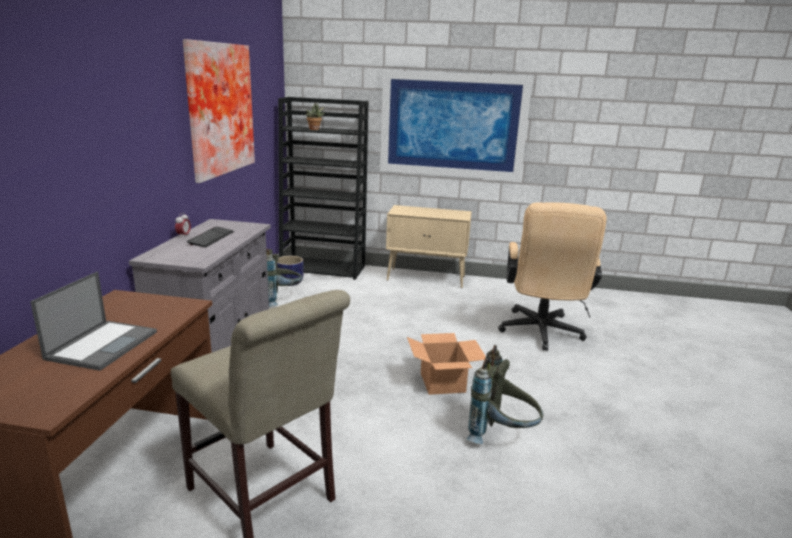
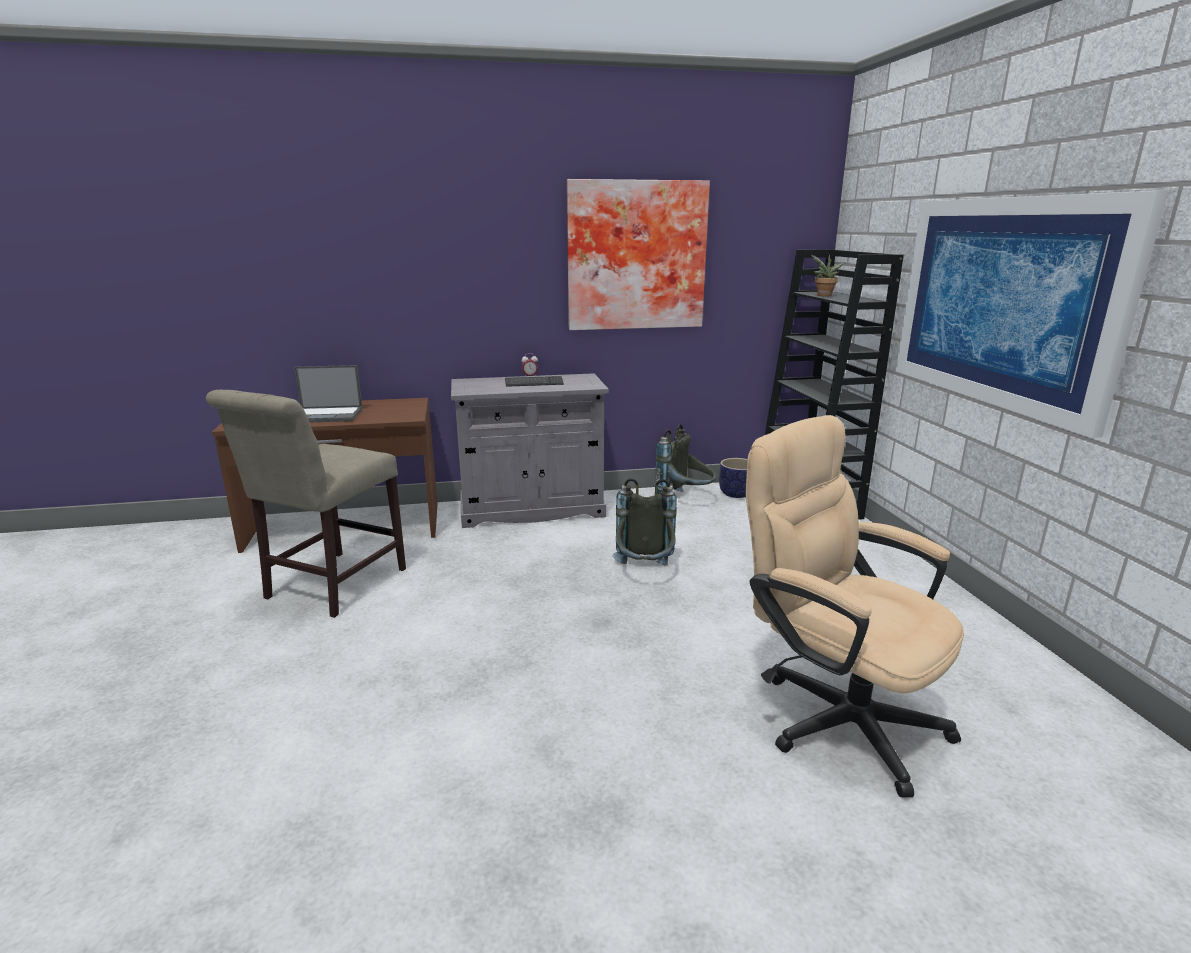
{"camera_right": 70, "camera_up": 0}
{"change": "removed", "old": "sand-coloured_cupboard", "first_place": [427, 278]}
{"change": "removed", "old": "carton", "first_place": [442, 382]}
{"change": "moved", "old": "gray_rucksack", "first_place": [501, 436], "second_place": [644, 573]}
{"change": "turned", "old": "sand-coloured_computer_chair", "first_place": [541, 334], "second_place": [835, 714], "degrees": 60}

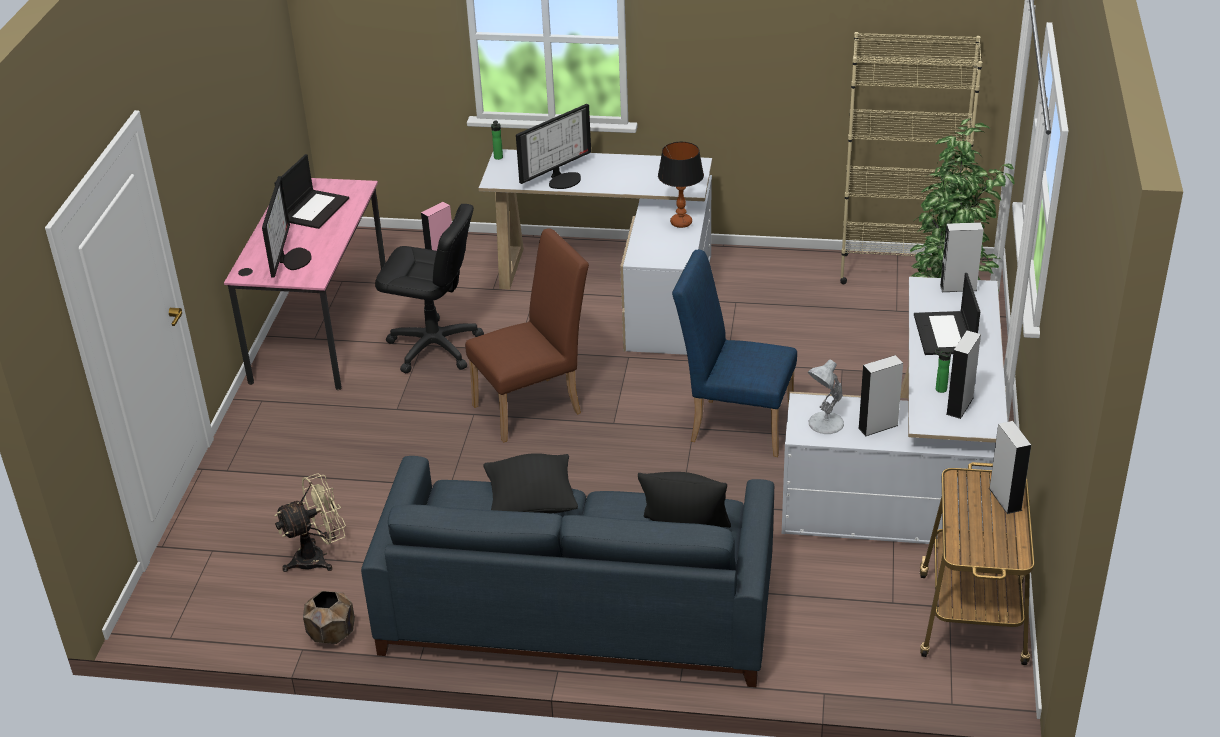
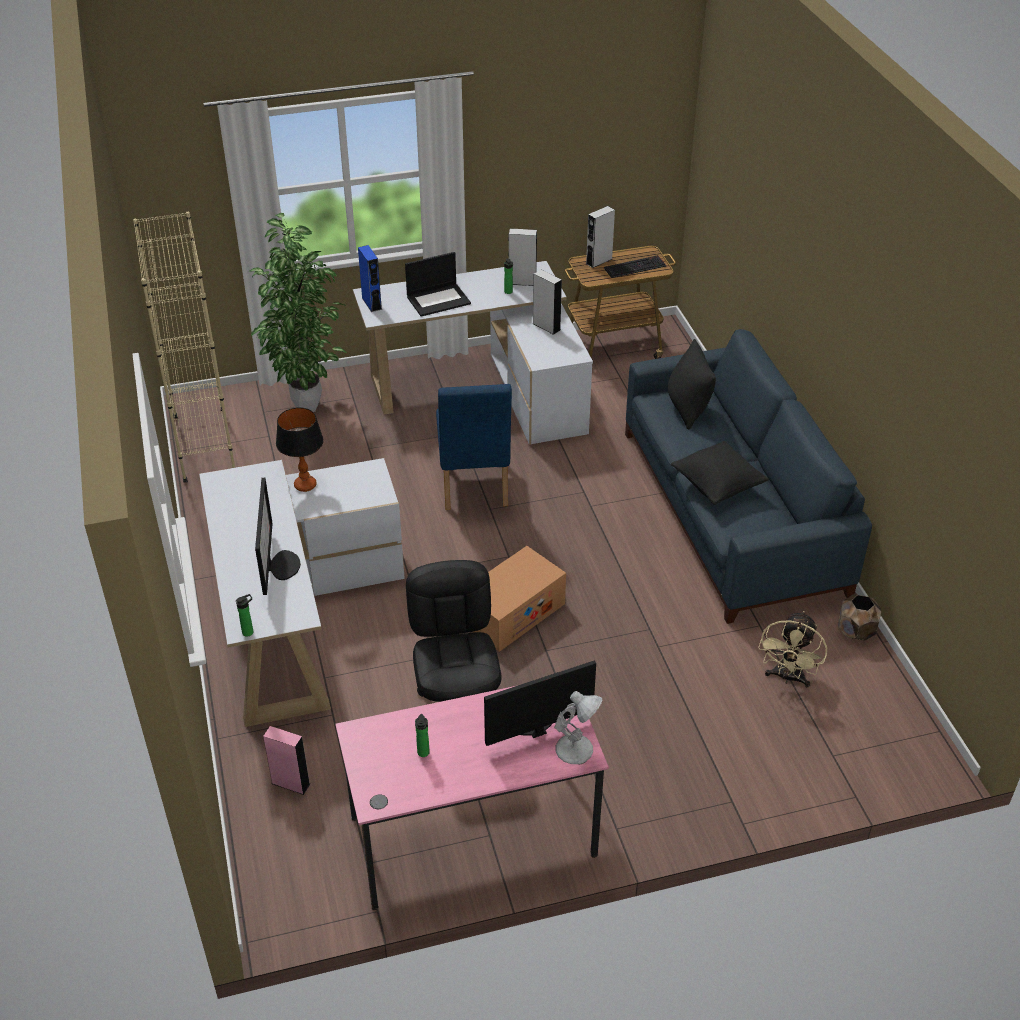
{"camera_right": -115, "camera_up": 5}
{"change": "added", "new": "PC_keyboard", "second_place": [635, 266]}
{"change": "moved", "old": "white-coloured_lamp_for_a_table", "first_place": [825, 424], "second_place": [576, 749]}
{"change": "replaced", "old": "laptop", "new": "beverage_bottle", "first_place": [315, 209], "second_place": [423, 754]}
{"change": "replaced", "old": "brownish_chair", "new": "carton", "first_place": [534, 406], "second_place": [513, 613]}
{"change": "recoloured", "old": "gray_audio_speaker", "new": "blue_audio_speaker", "first_place": [958, 287], "second_place": [371, 303]}
{"change": "turned", "old": "sand-coloured_cooling_fan", "first_place": [318, 557], "second_place": [787, 677], "degrees": -105}
{"change": "turned", "old": "computer_display", "first_place": [562, 179], "second_place": [280, 565], "degrees": 60}

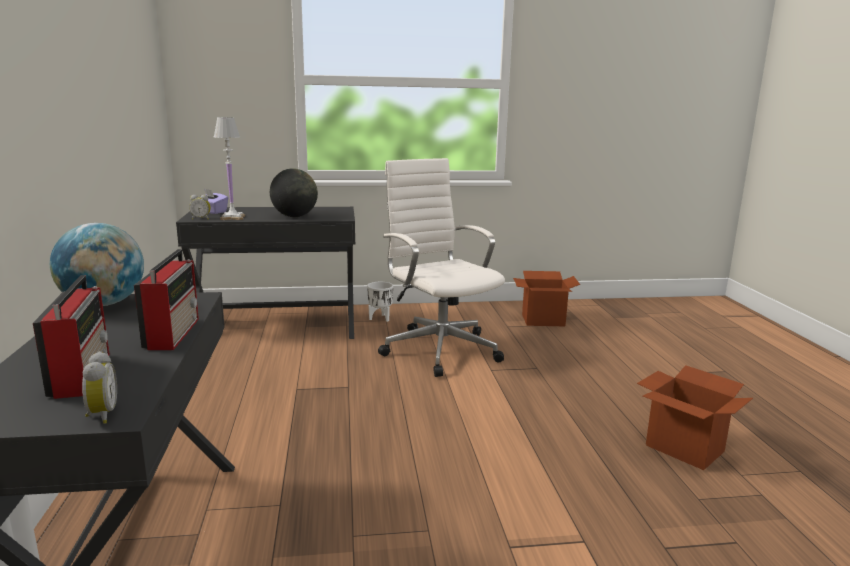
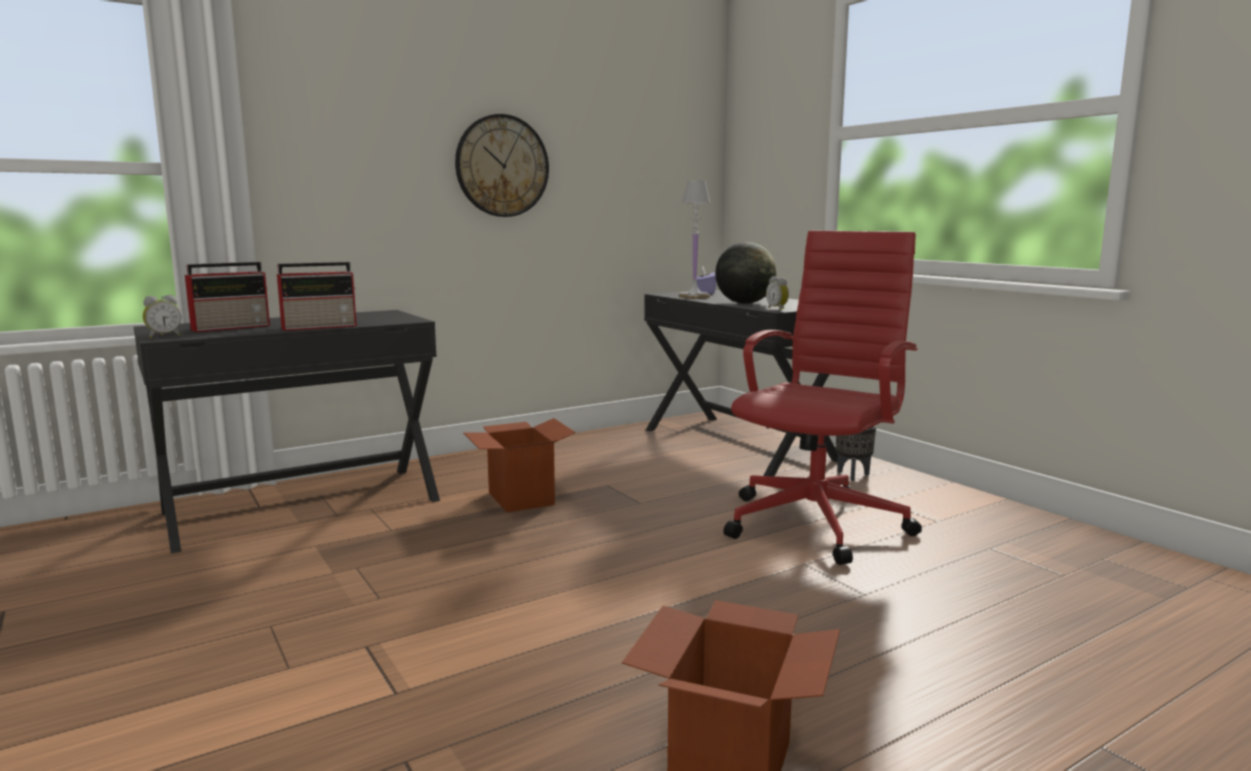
{"camera_right": 65, "camera_up": -5}
{"change": "removed", "old": "globe", "first_place": [103, 304]}
{"change": "added", "new": "wall_clock", "second_place": [502, 166]}
{"change": "moved", "old": "table_clock", "first_place": [201, 219], "second_place": [778, 309]}
{"change": "moved", "old": "carton", "first_place": [542, 320], "second_place": [520, 498]}
{"change": "recoloured", "old": "white-coloured_planter", "new": "blackish_planter", "first_place": [380, 318], "second_place": [853, 475]}
{"change": "recoloured", "old": "white-coloured_computer_chair", "new": "reddish_computer_chair", "first_place": [439, 349], "second_place": [818, 522]}

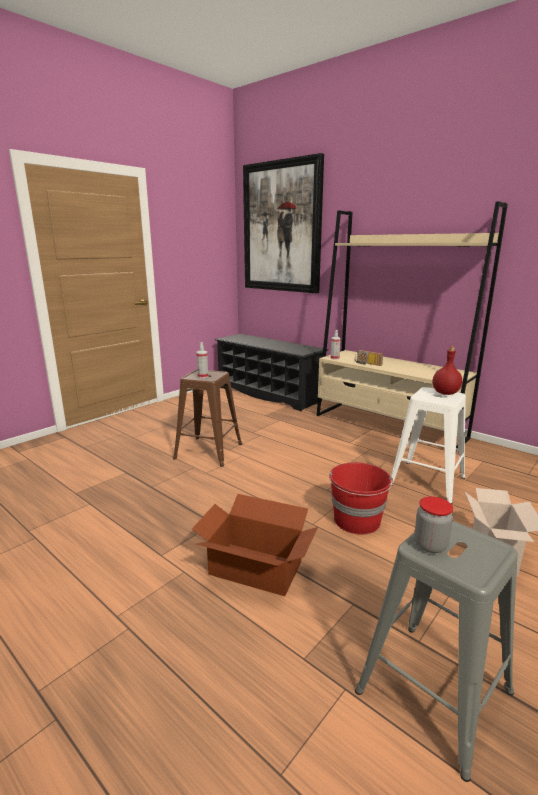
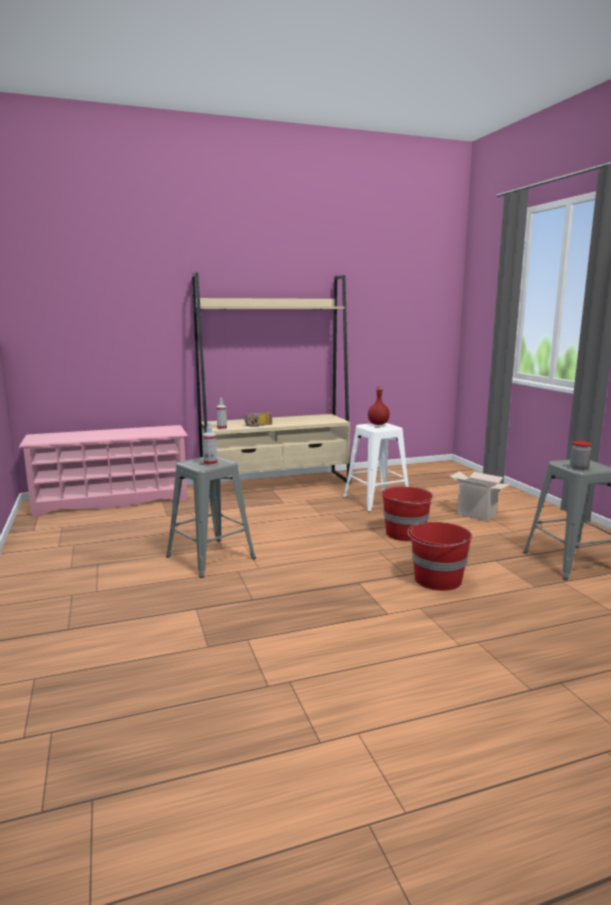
{"camera_right": -60, "camera_up": -5}
{"change": "removed", "old": "wall_picture", "first_place": [281, 228]}
{"change": "replaced", "old": "carton", "new": "reddish_pail", "first_place": [255, 569], "second_place": [437, 580]}
{"change": "recoloured", "old": "brownish_stool_seat", "new": "gray_stool_seat", "first_place": [209, 451], "second_place": [211, 557]}
{"change": "recoloured", "old": "blackish_shoe_stand", "new": "pink-coloured_shoe_stand", "first_place": [268, 394], "second_place": [112, 500]}

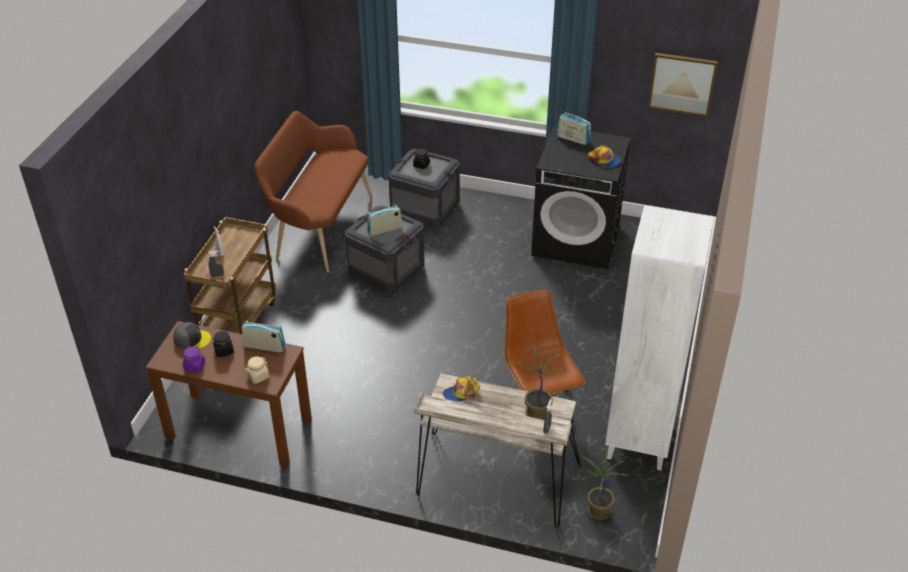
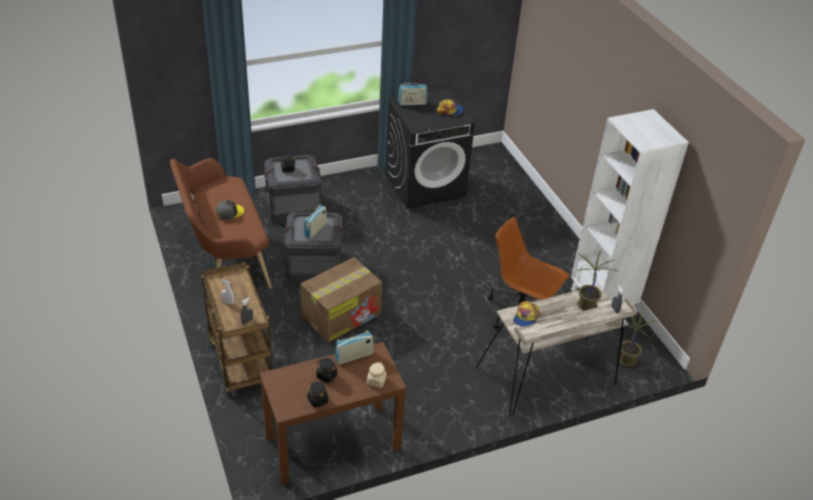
{"camera_right": -40, "camera_up": 0}
{"change": "removed", "old": "wall_picture", "first_place": [682, 83]}
{"change": "added", "new": "carton", "second_place": [342, 315]}
{"change": "moved", "old": "gray_cap", "first_place": [192, 339], "second_place": [229, 212]}
{"change": "recoloured", "old": "purplish_storage_jar", "new": "blackish_storage_jar", "first_place": [194, 366], "second_place": [317, 400]}

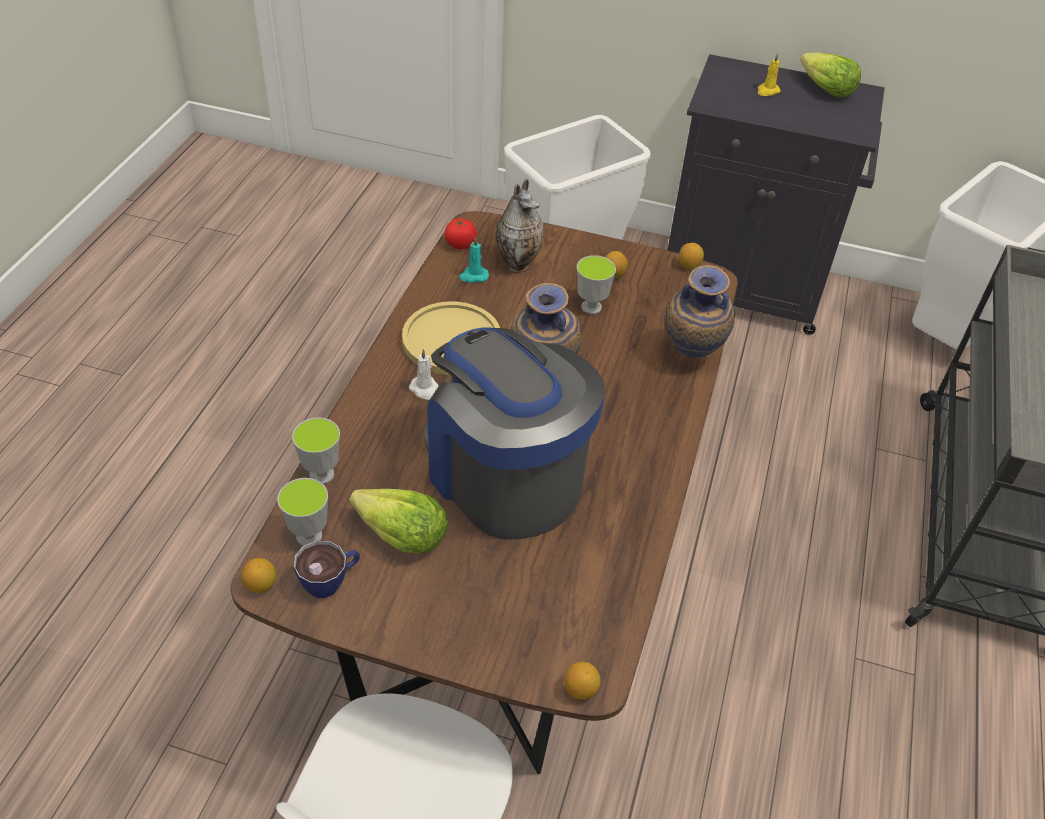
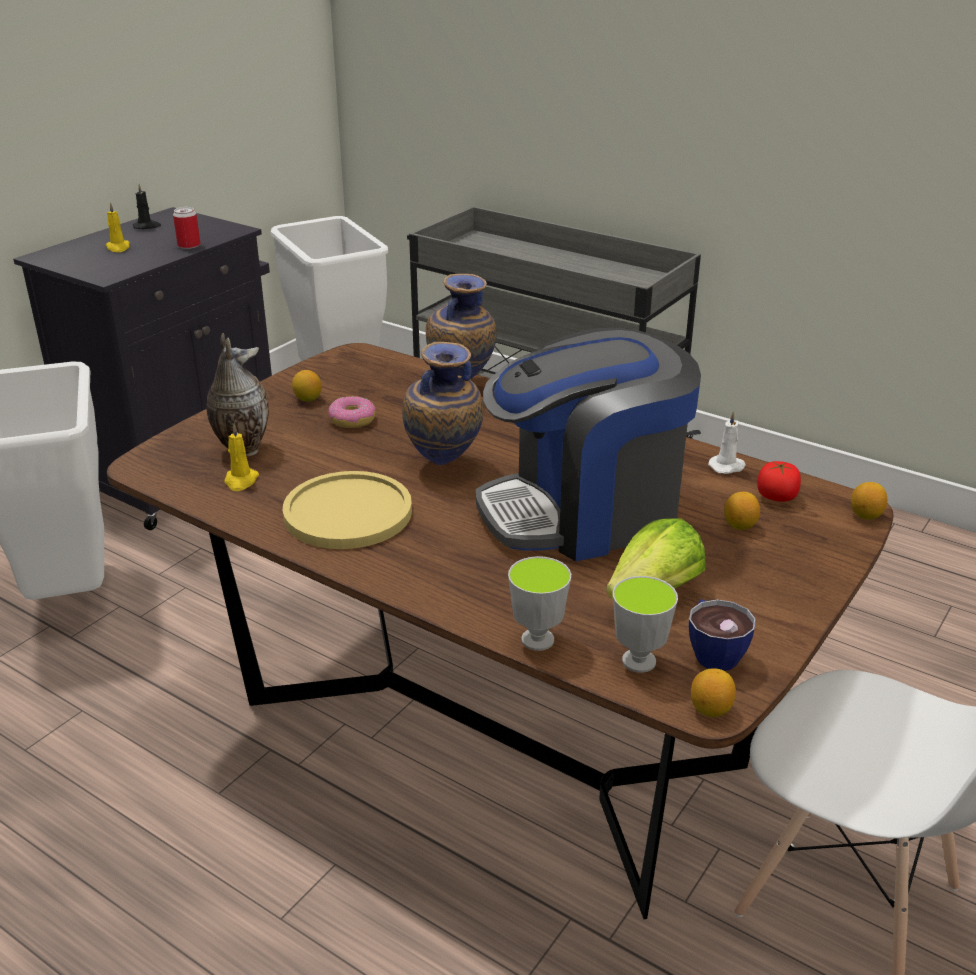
{"camera_right": -70, "camera_up": -15}
{"change": "added", "new": "can", "second_place": [189, 245]}
{"change": "moved", "old": "white-coloured_wax_candle", "first_place": [425, 390], "second_place": [727, 466]}
{"change": "moved", "old": "tomato", "first_place": [460, 244], "second_place": [776, 497]}
{"change": "moved", "old": "whole_lemon", "first_place": [689, 265], "second_place": [739, 525]}
{"change": "replaced", "old": "drinking_cup", "new": "ring_doughnut", "first_place": [591, 307], "second_place": [352, 420]}
{"change": "replaced", "old": "lettuce", "new": "blackish_wax_candle", "first_place": [825, 89], "second_place": [147, 226]}
{"change": "recoloured", "old": "blue-green_wax_candle", "new": "yellowish_wax_candle", "first_place": [473, 276], "second_place": [241, 481]}

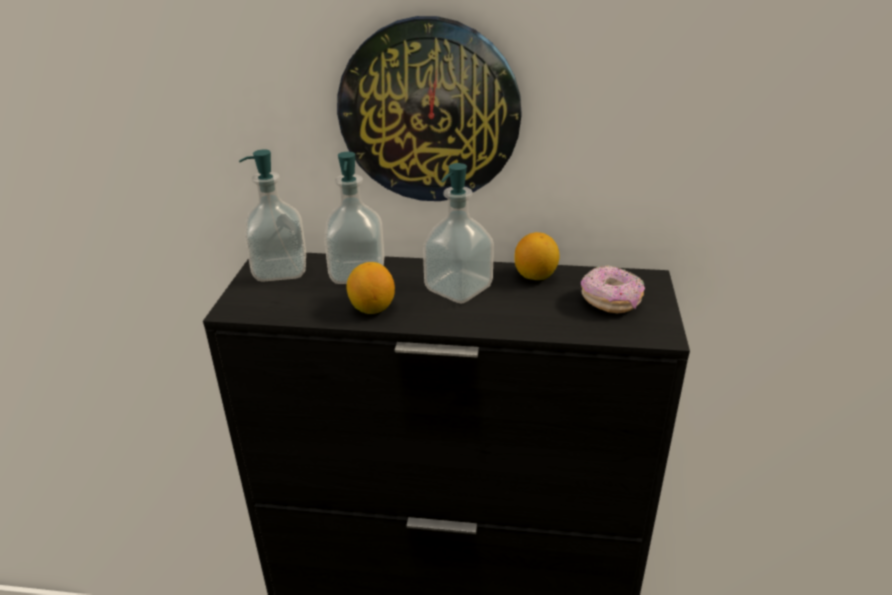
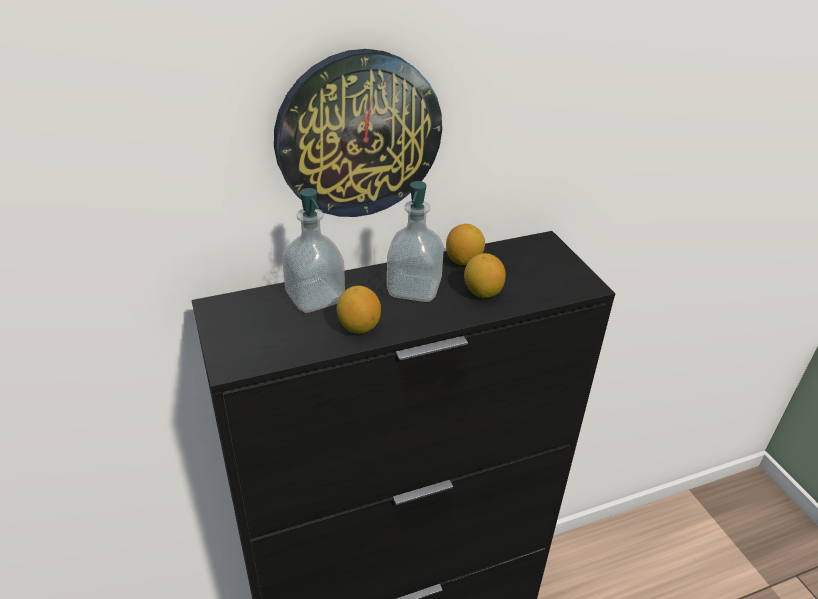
{"camera_right": -30, "camera_up": 5}
{"change": "removed", "old": "soap_bottle", "first_place": [280, 270]}
{"change": "removed", "old": "ring_doughnut", "first_place": [610, 302]}
{"change": "added", "new": "whole_lemon", "second_place": [482, 293]}

